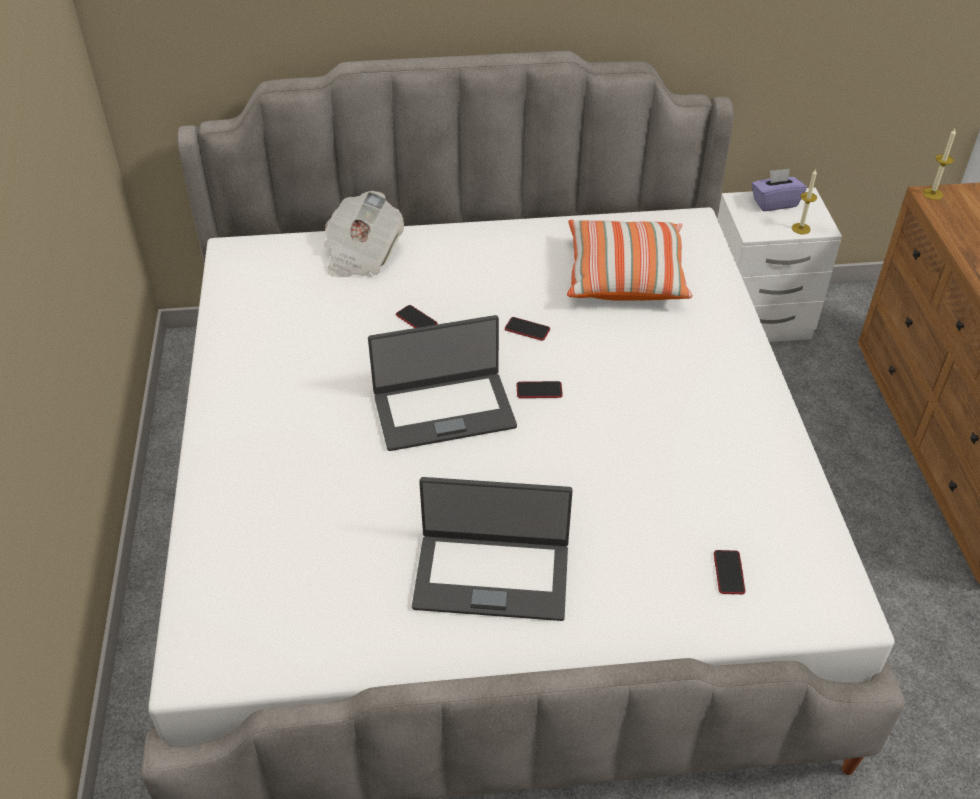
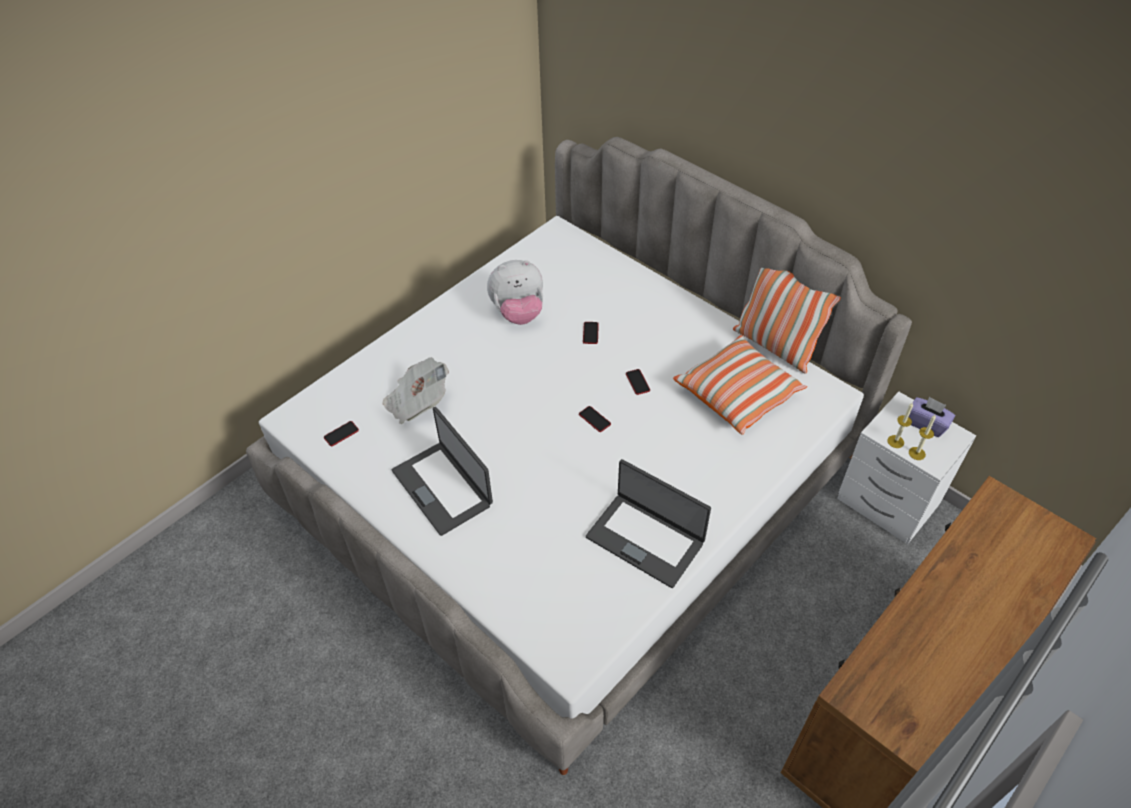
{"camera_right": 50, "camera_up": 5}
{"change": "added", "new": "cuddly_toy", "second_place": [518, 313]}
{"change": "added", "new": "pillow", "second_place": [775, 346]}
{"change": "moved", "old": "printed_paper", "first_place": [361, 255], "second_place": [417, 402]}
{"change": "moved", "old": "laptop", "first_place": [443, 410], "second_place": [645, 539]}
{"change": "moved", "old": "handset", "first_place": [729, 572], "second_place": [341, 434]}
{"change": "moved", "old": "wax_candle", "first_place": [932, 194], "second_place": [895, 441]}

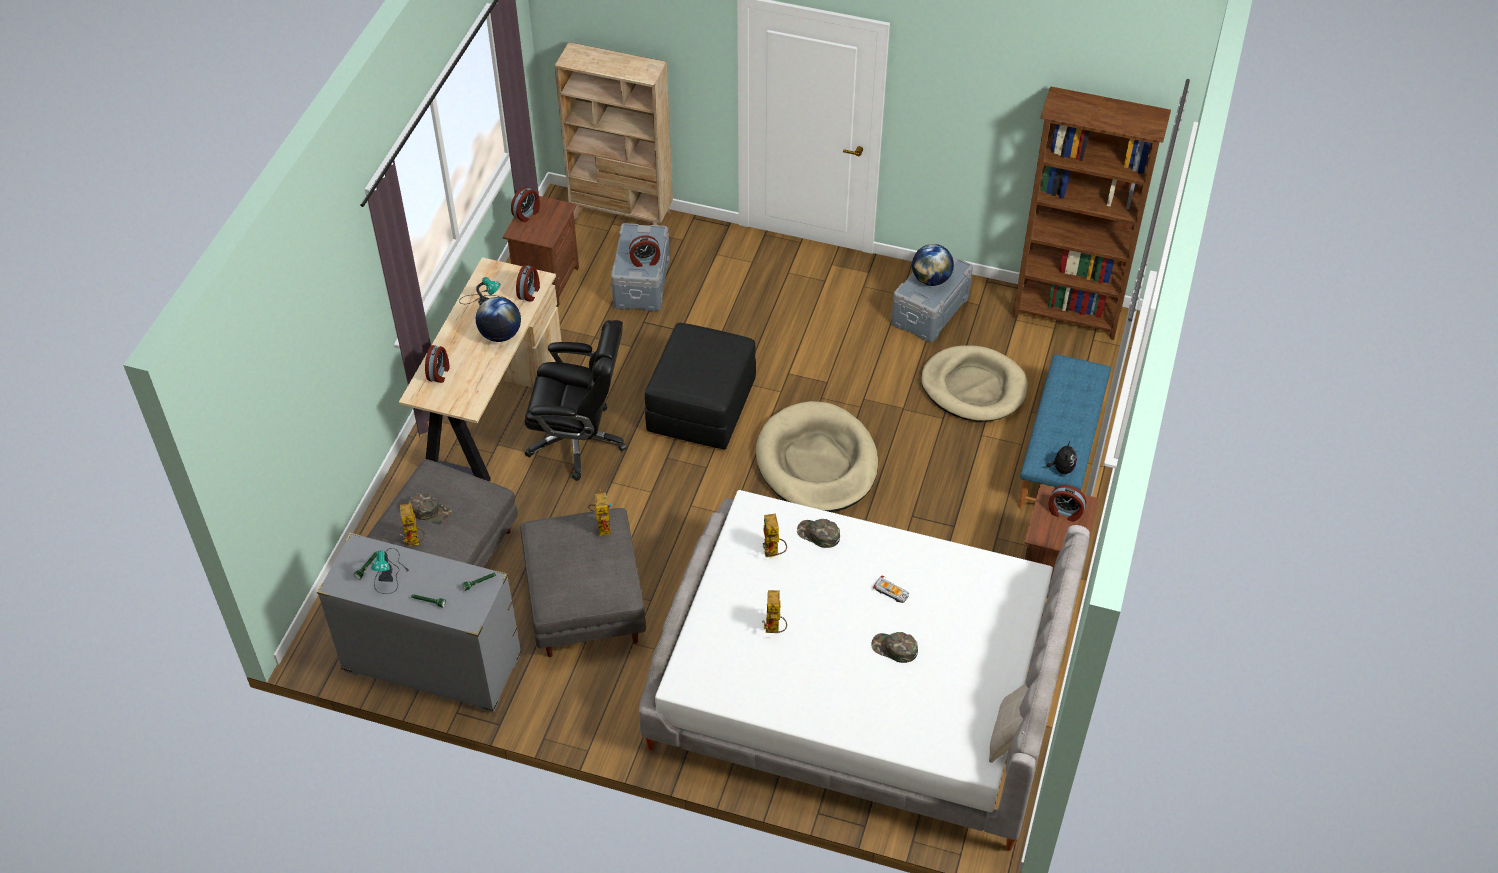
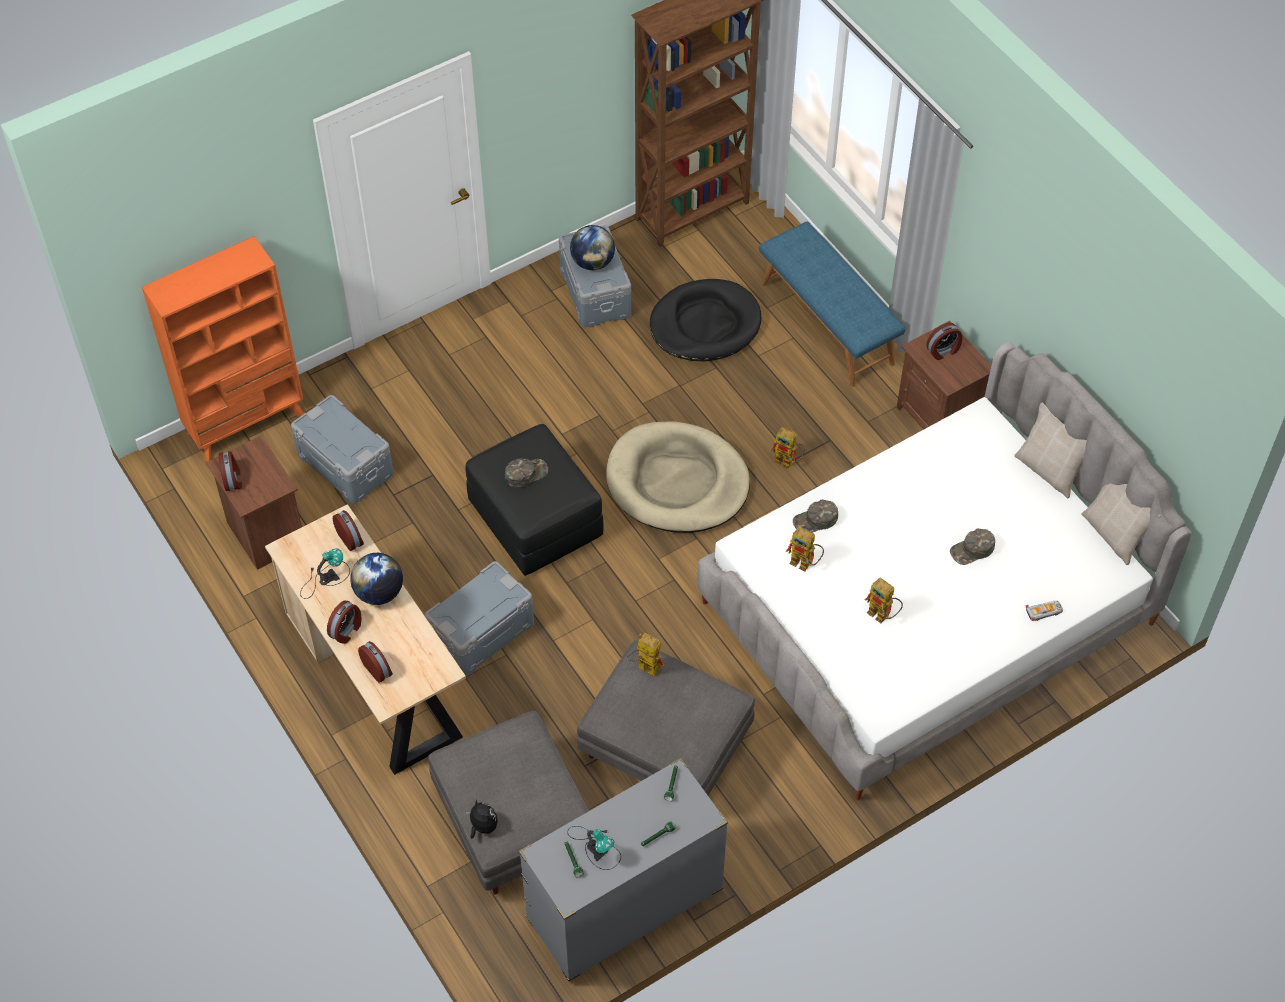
{"camera_right": -50, "camera_up": 5}
{"change": "added", "new": "sand-coloured_pillow", "second_place": [1049, 471]}
{"change": "moved", "old": "toy_robot", "first_place": [415, 542], "second_place": [788, 461]}
{"change": "moved", "old": "greenish_cap", "first_place": [430, 511], "second_place": [526, 473]}
{"change": "moved", "old": "table_clock", "first_place": [645, 261], "second_place": [346, 630]}
{"change": "moved", "old": "model_car", "first_place": [891, 592], "second_place": [1044, 612]}
{"change": "moved", "old": "cuddly_toy", "first_place": [1062, 469], "second_place": [482, 826]}
{"change": "replaced", "old": "blackish_computer_chair", "new": "gray_storage_box", "first_place": [579, 441], "second_place": [482, 633]}
{"change": "recoloured", "old": "sand-coloured_bookshelf", "new": "orange_bookshelf", "first_place": [622, 216], "second_place": [246, 423]}
{"change": "recoloured", "old": "sand-coloured_pet_bed", "new": "blackish_pet_bed", "first_place": [973, 387], "second_place": [705, 324]}

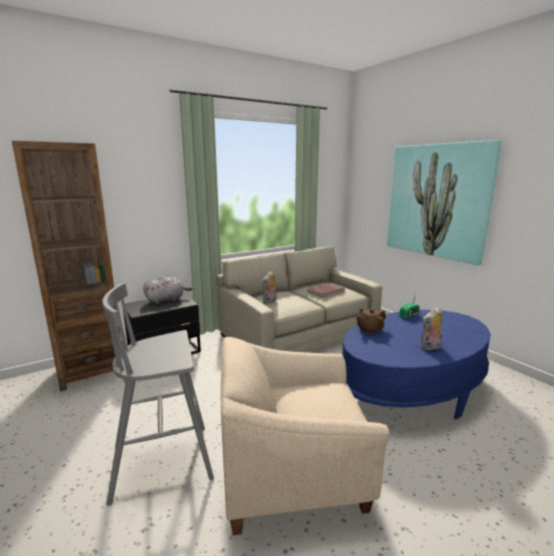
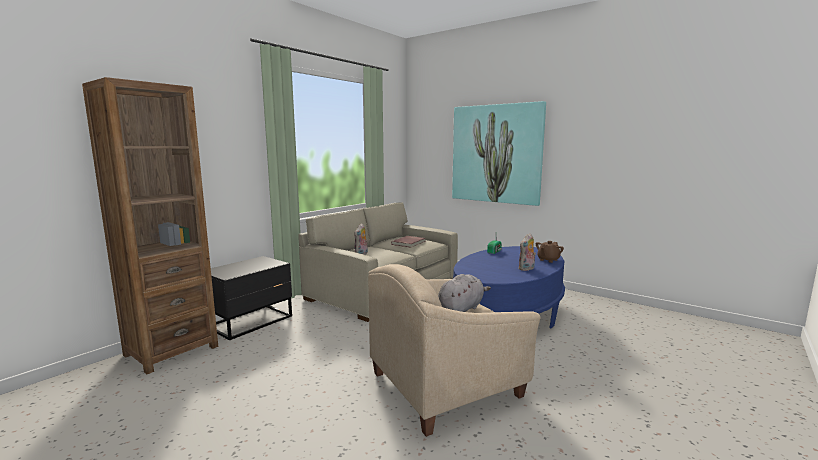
{"camera_right": -20, "camera_up": -5}
{"change": "removed", "old": "gray_stool_seat", "first_place": [164, 461]}
{"change": "moved", "old": "gray_cuddly_toy", "first_place": [167, 300], "second_place": [461, 309]}
{"change": "moved", "old": "brownish_pot_for_tea", "first_place": [369, 330], "second_place": [548, 260]}

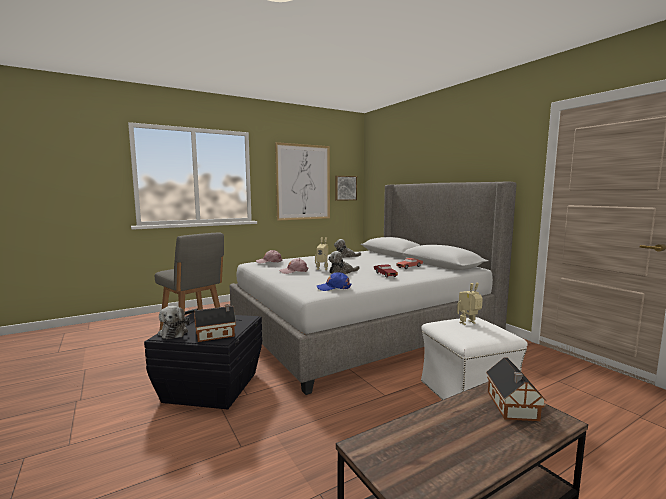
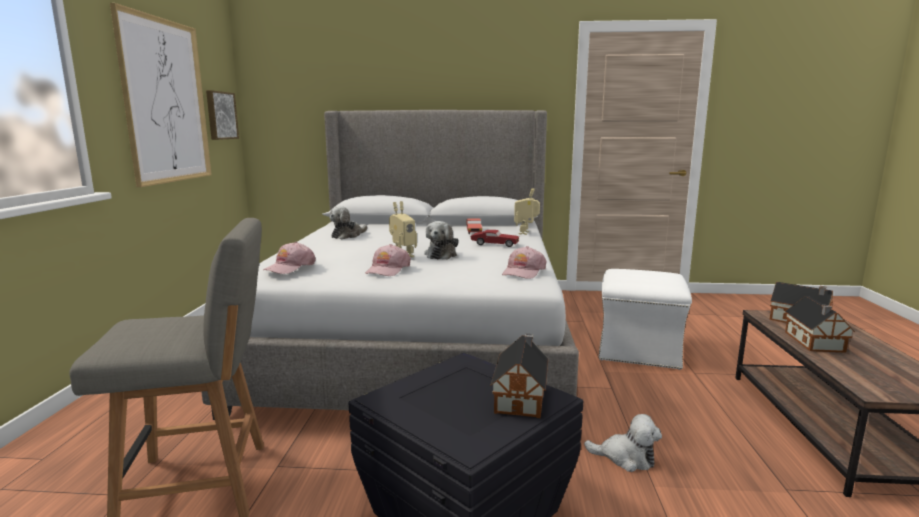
{"camera_right": -55, "camera_up": 5}
{"change": "added", "new": "miniature_house", "second_place": [814, 342]}
{"change": "moved", "old": "cuddly_toy", "first_place": [173, 332], "second_place": [625, 458]}
{"change": "moved", "old": "toy_robot", "first_place": [469, 323], "second_place": [526, 233]}
{"change": "recoloured", "old": "blue_cap", "new": "pink-coloured_cap", "first_place": [334, 287], "second_place": [523, 272]}

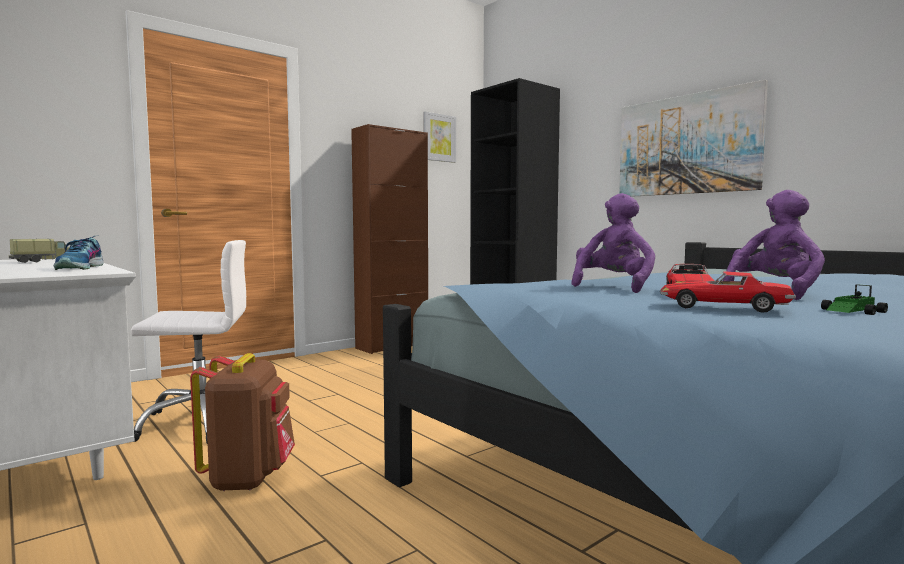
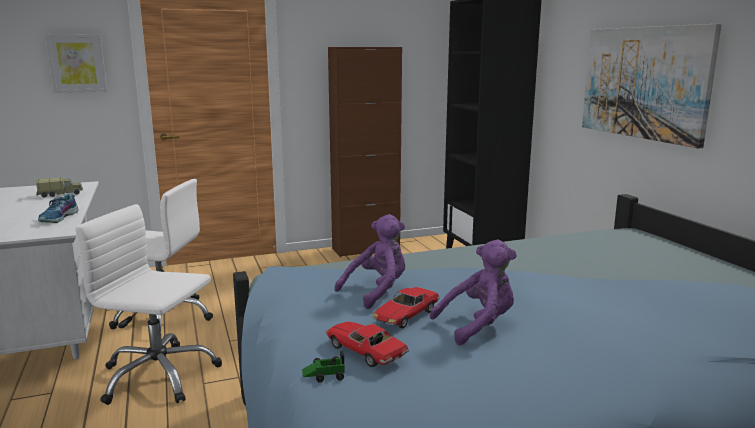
{"camera_right": 20, "camera_up": 10}
{"change": "moved", "old": "wall_picture", "first_place": [439, 137], "second_place": [77, 63]}
{"change": "moved", "old": "model_car", "first_place": [850, 311], "second_place": [323, 372]}
{"change": "replaced", "old": "brownish_rucksack", "new": "white-coloured_computer_chair", "first_place": [248, 478], "second_place": [158, 376]}

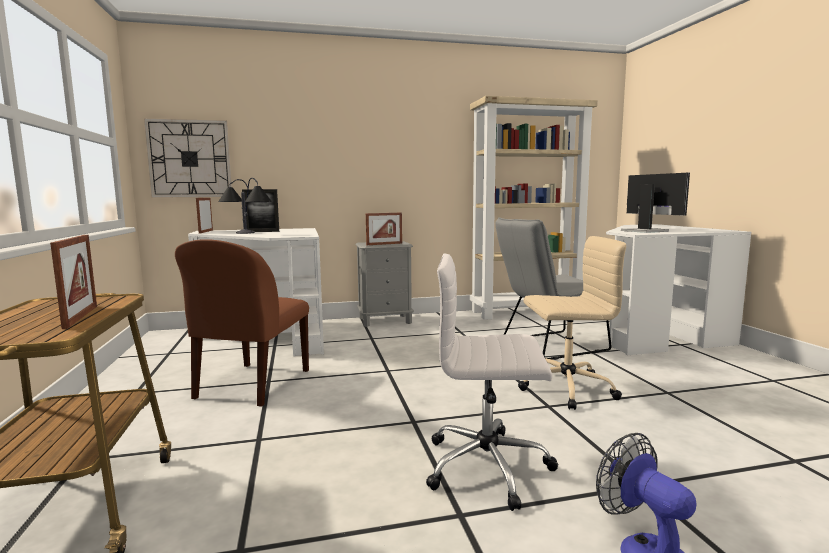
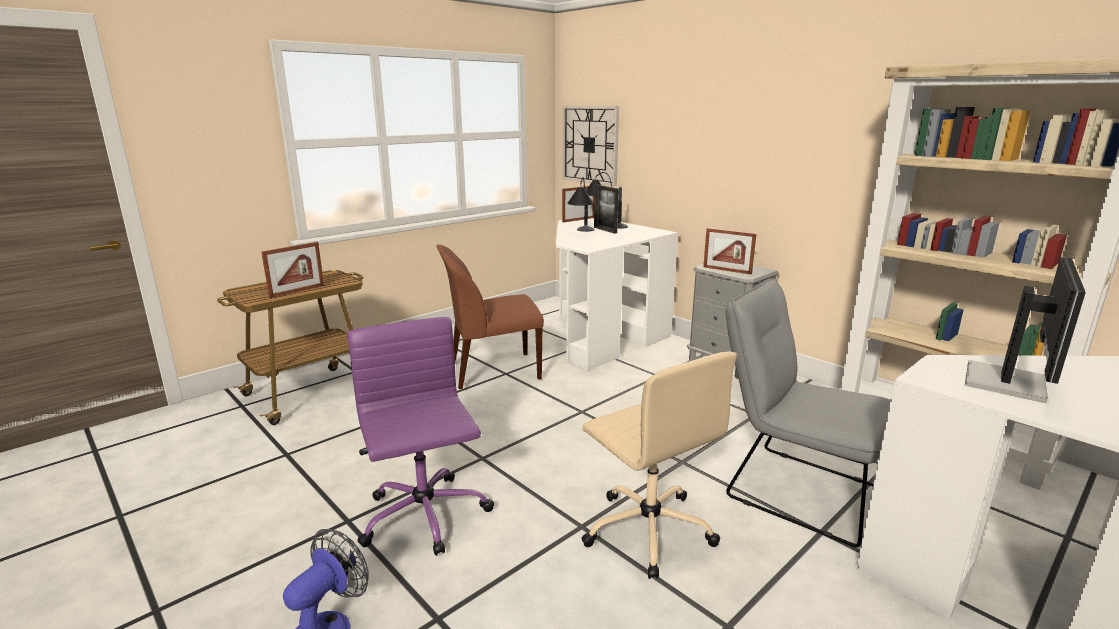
{"camera_right": 60, "camera_up": 10}
{"change": "recoloured", "old": "white-coloured_computer_chair", "new": "purplish_computer_chair", "first_place": [489, 466], "second_place": [425, 517]}

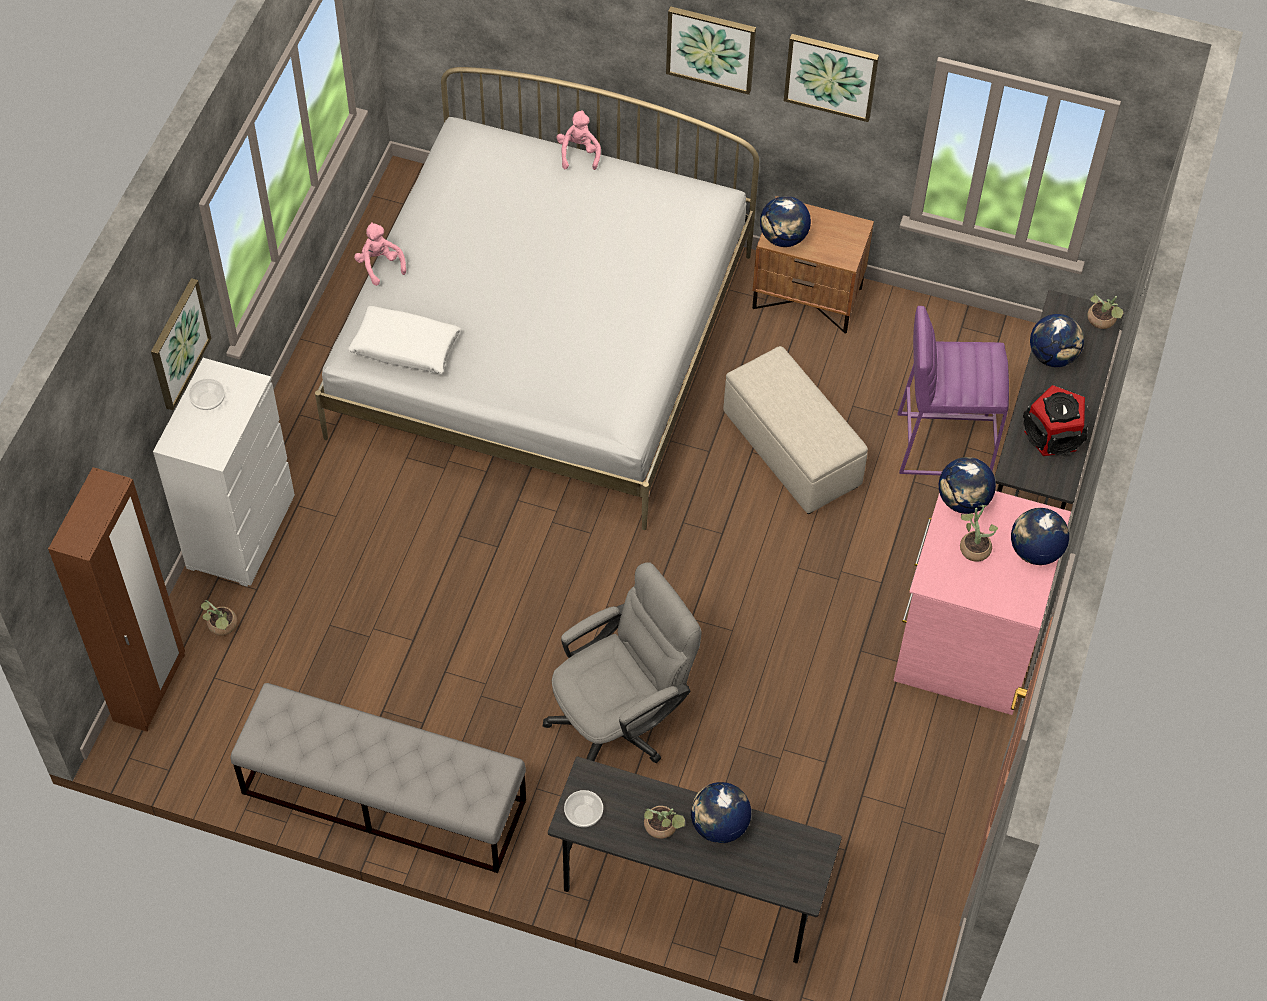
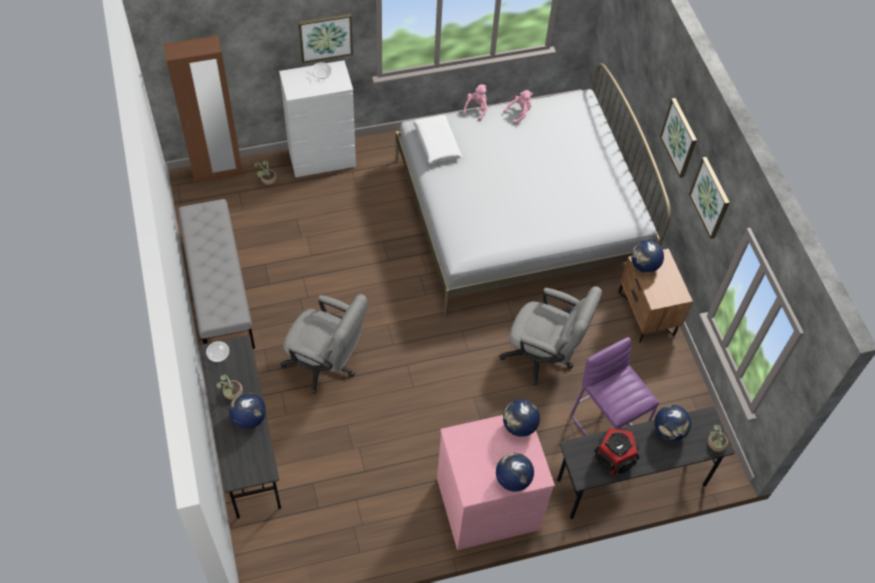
{"camera_right": 55, "camera_up": 0}
{"change": "removed", "old": "potted_plant", "first_place": [973, 546]}
{"change": "moved", "old": "pink-coloured_cuddly_toy", "first_place": [578, 153], "second_place": [519, 113]}
{"change": "replaced", "old": "sand-coloured_ottoman", "new": "gray_computer_chair", "first_place": [792, 451], "second_place": [543, 357]}

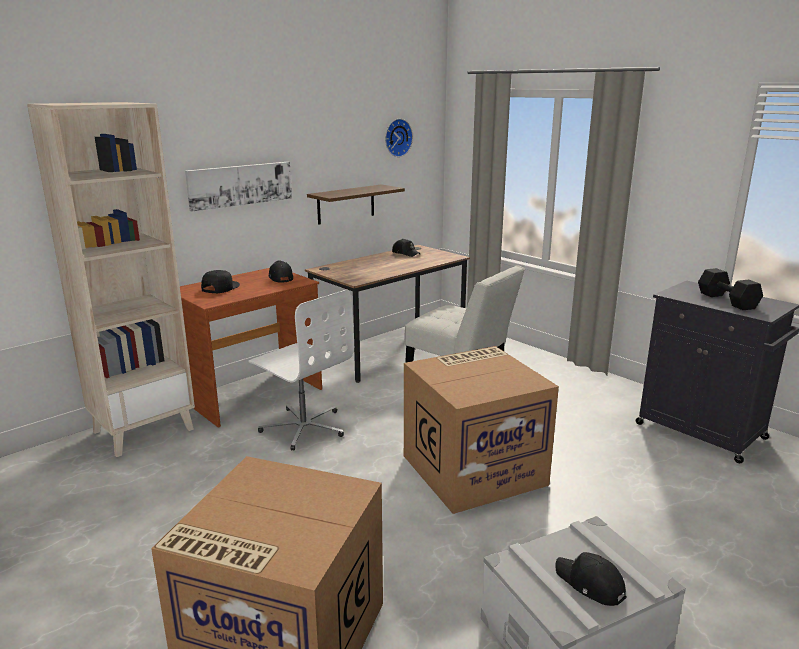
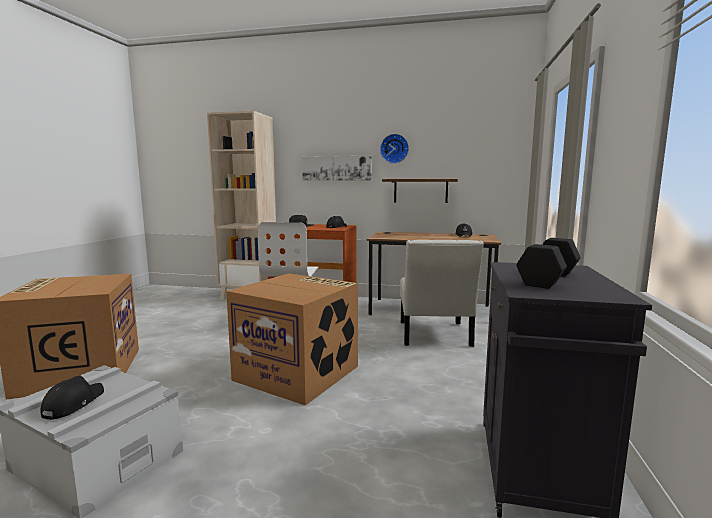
{"camera_right": 55, "camera_up": -10}
{"change": "moved", "old": "wall_clock", "first_place": [397, 137], "second_place": [394, 148]}

